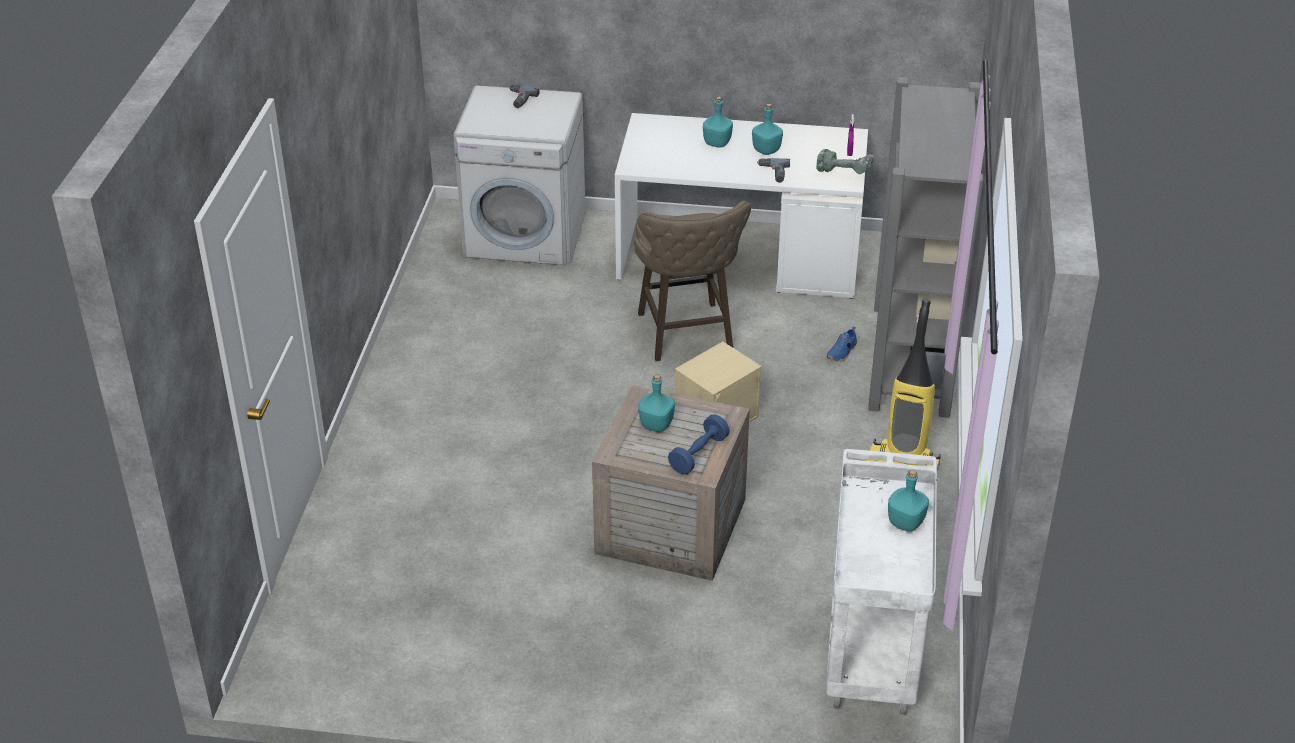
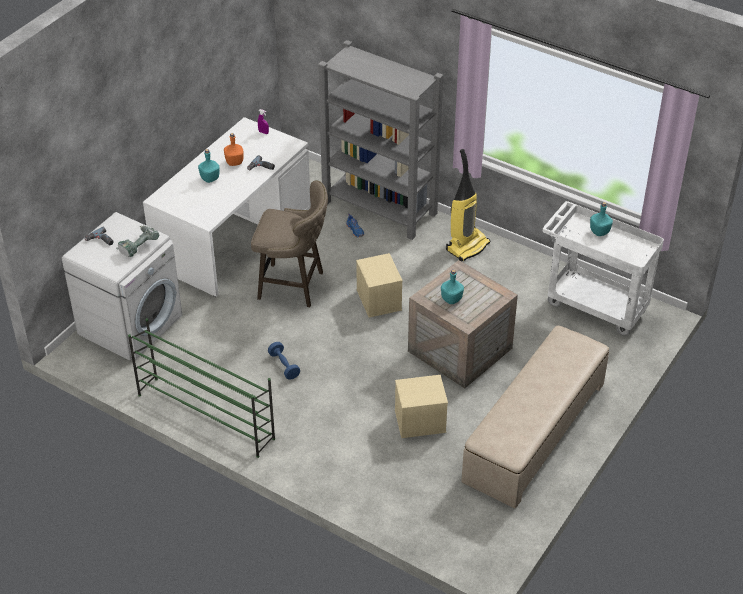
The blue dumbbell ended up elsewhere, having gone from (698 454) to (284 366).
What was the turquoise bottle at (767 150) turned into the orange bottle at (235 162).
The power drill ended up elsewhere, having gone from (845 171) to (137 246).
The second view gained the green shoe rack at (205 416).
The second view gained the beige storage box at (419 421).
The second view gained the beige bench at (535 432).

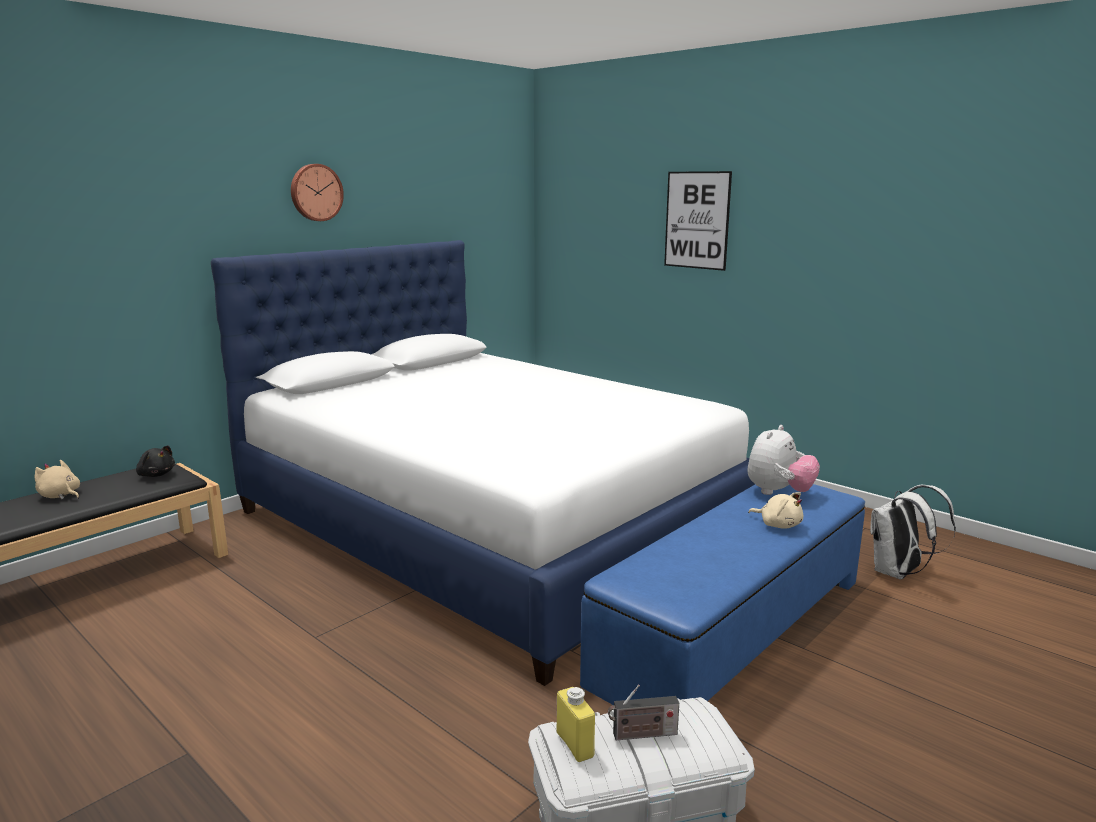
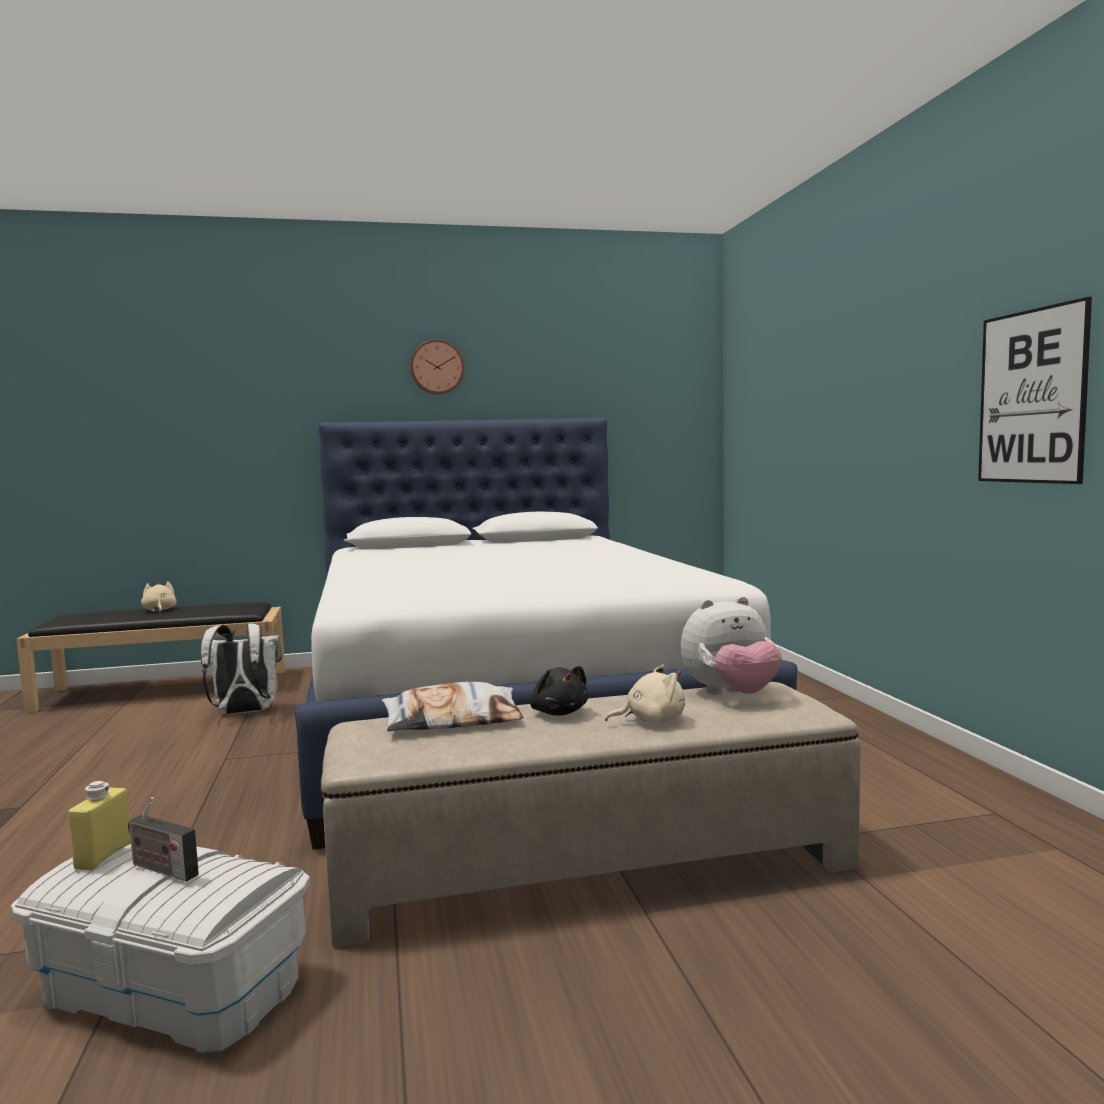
The black plush toy ended up elsewhere, having gone from (156 474) to (558 712).
What was the blue bench at (733 628) turned into the beige bench at (593 864).
The picture ended up elsewhere, having gone from (697 220) to (1031 397).
The beige plush toy at (778 525) ended up facing another way, 90 degrees counterclockwise from before.
The white backpack ended up elsewhere, having gone from (898 573) to (244 713).
The second view gained the pillow at (453 720).

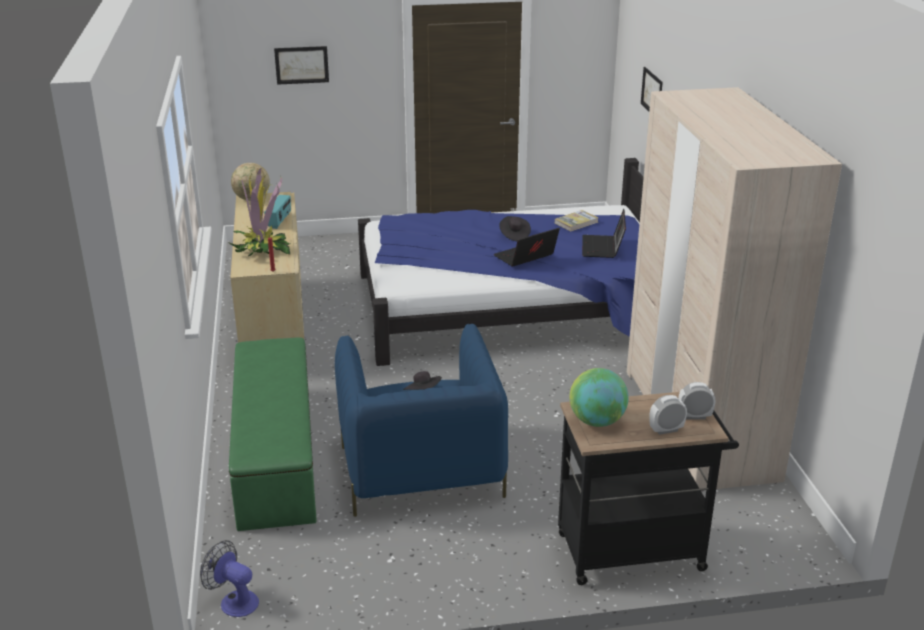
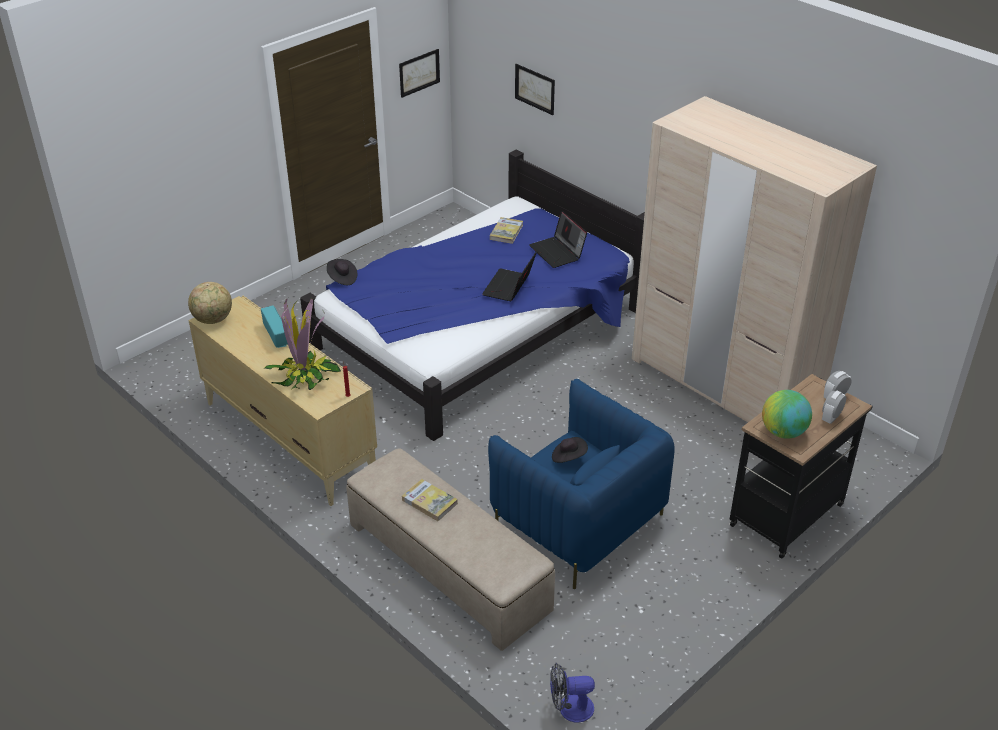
What was the green bench at (275 453) turned into the beige bench at (447 566).
The picture ended up elsewhere, having gone from (301 65) to (419 72).
The black hat ended up elsewhere, having gone from (514 235) to (342 278).
The second view gained the book at (429 502).

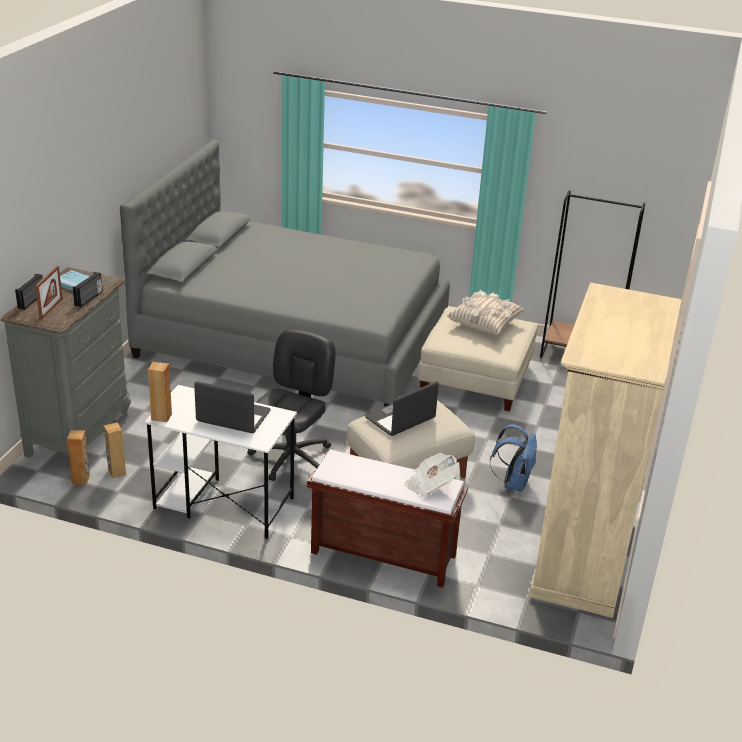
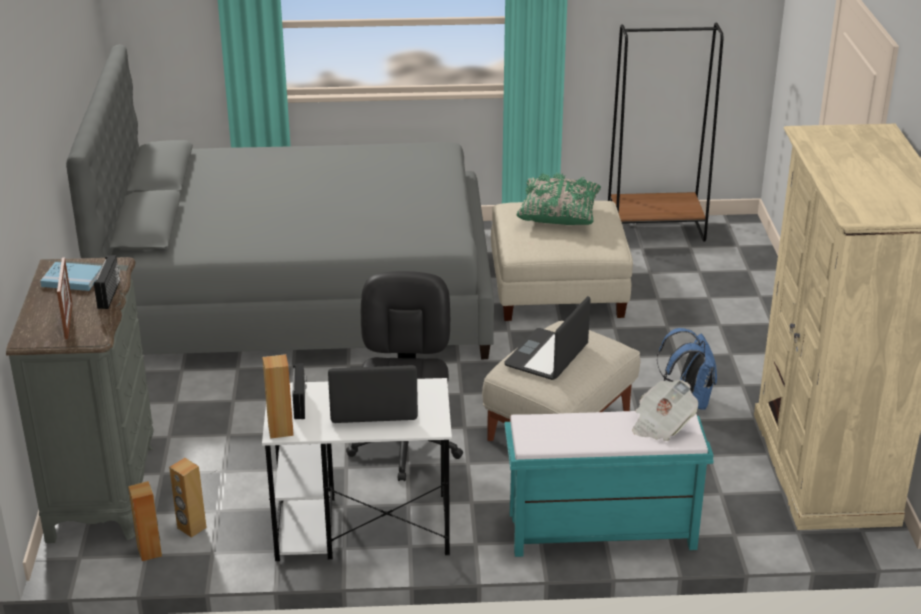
The radio ended up elsewhere, having gone from (32 301) to (301 403).
What was the brown bench at (382 554) turned into the turquoise bench at (600 532).
What was the beige pillow at (484 324) turned into the green pillow at (558 215).

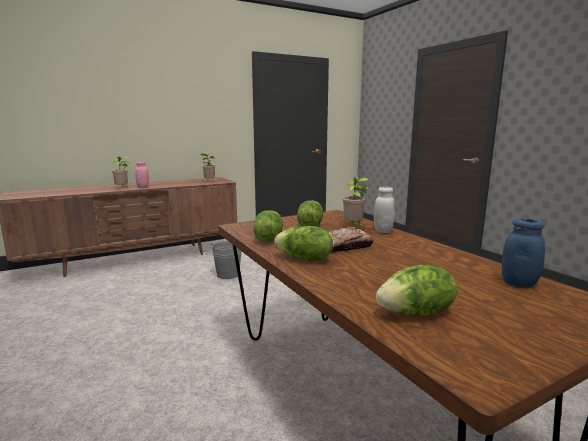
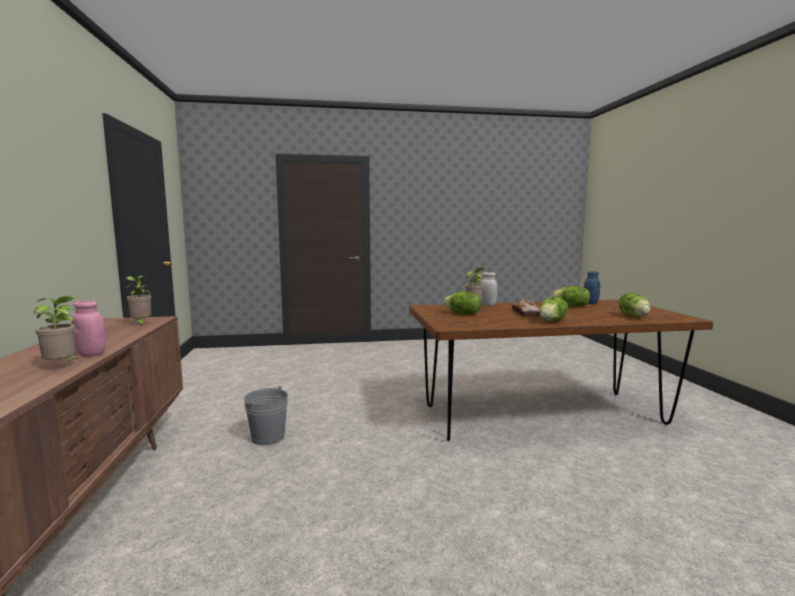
The lettuce ended up elsewhere, having gone from (268 239) to (571 306).

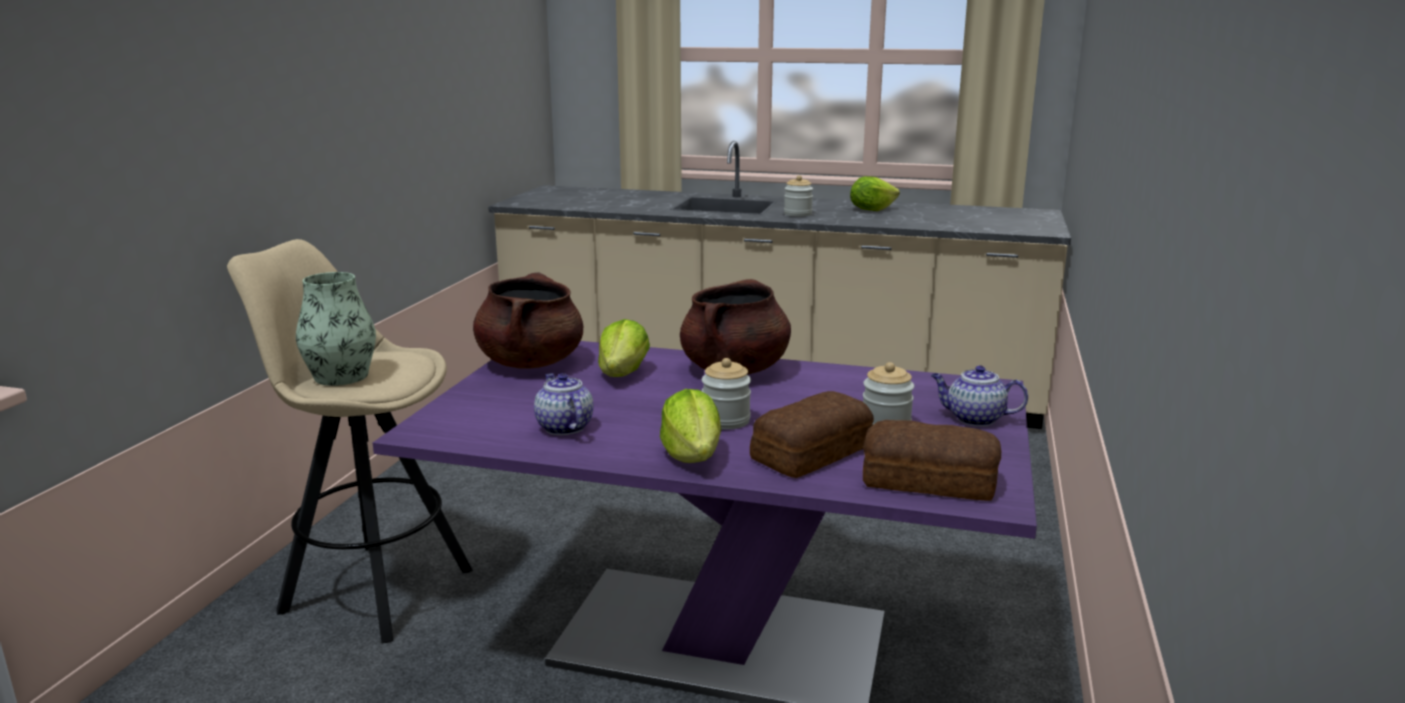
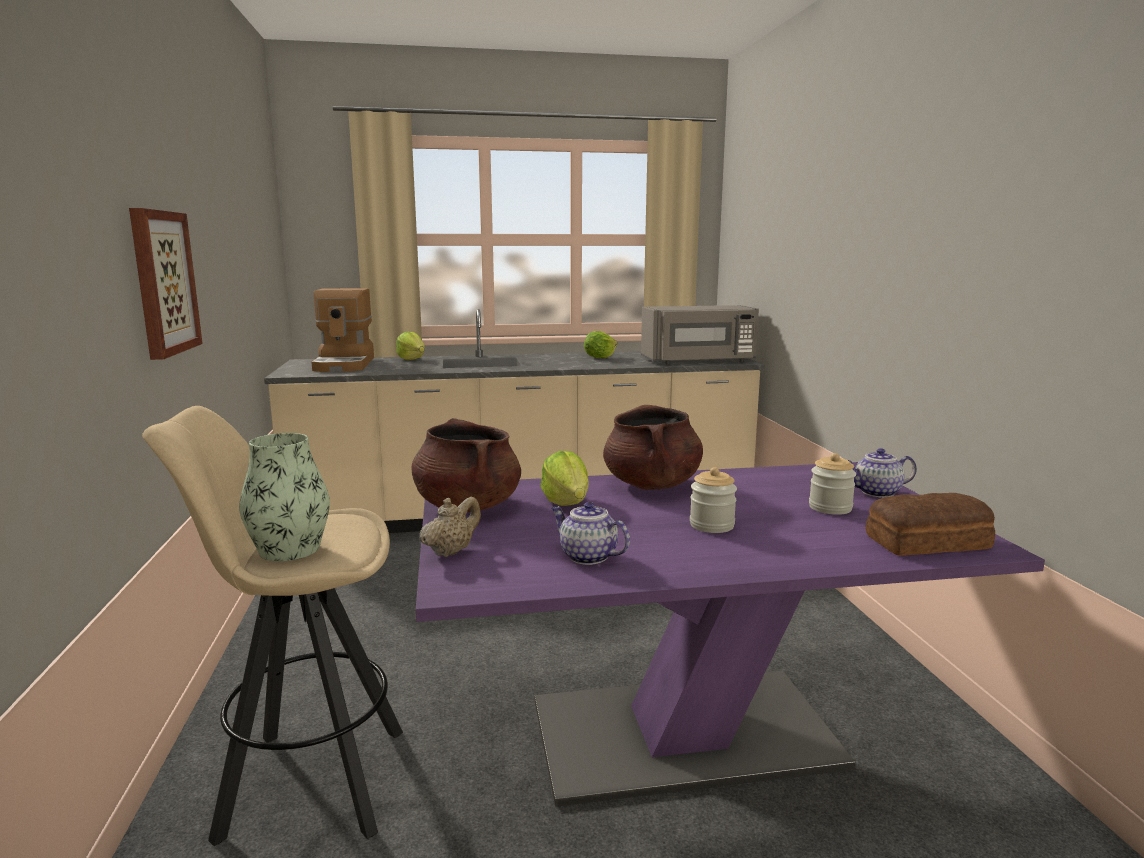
The lettuce ended up elsewhere, having gone from (692 455) to (412 359).
The second view lost the bread at (809 453).
The second view lost the jar at (797 214).
The second view gained the picture at (163 282).
The second view gained the coffee machine at (345 364).
The second view gained the beige teapot at (451 551).
The second view gained the grey microwave at (699 361).

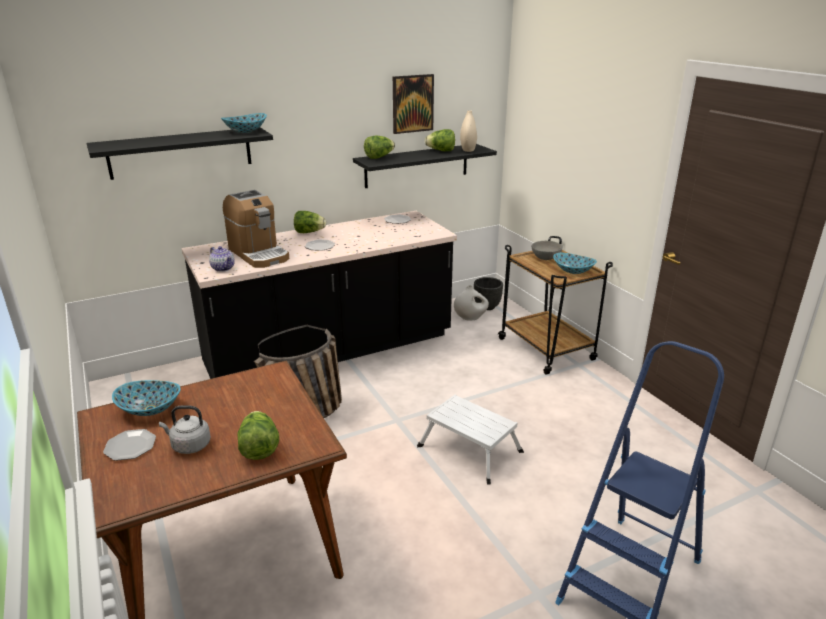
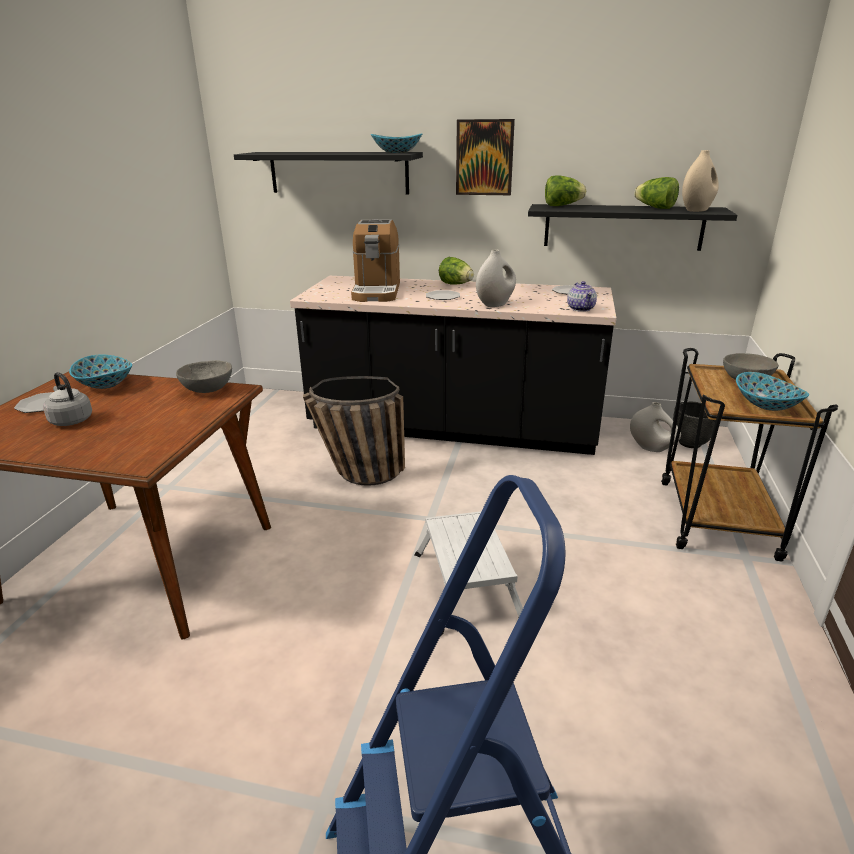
The teapot ended up elsewhere, having gone from (223 268) to (581 308).
The second view lost the lettuce at (259 448).
The picture ended up elsewhere, having gone from (412 103) to (484 157).
The second view gained the grey bowl at (207 390).
The second view gained the white vase at (495 304).

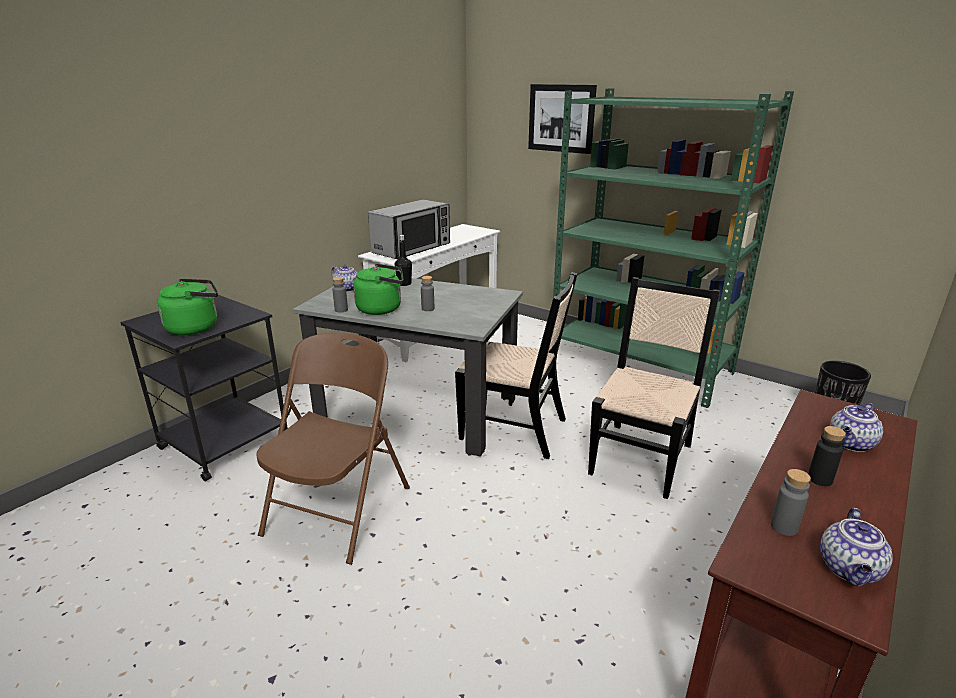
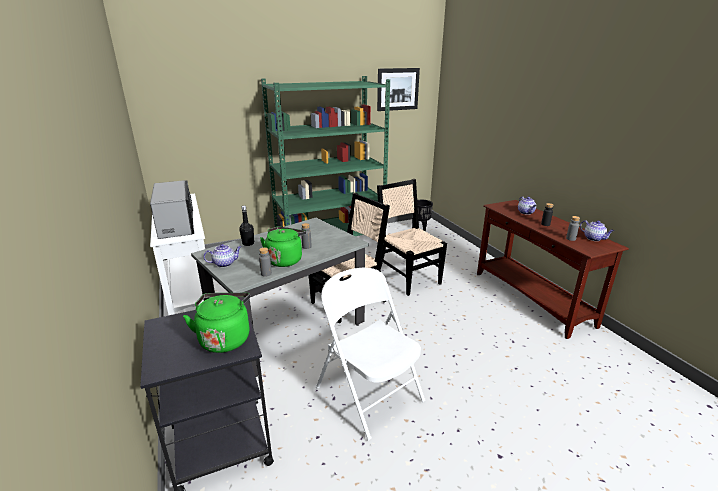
What was the brown chair at (338 510) turned into the white chair at (369 394).
The picture ended up elsewhere, having gone from (561 118) to (398 89).

